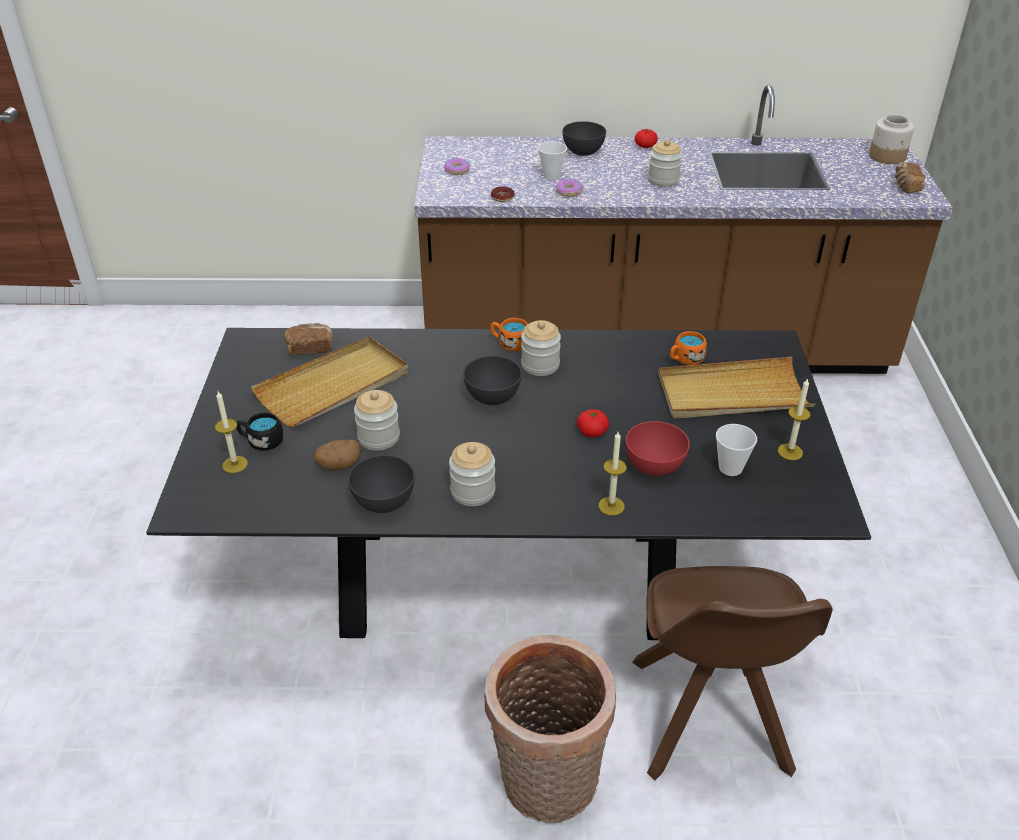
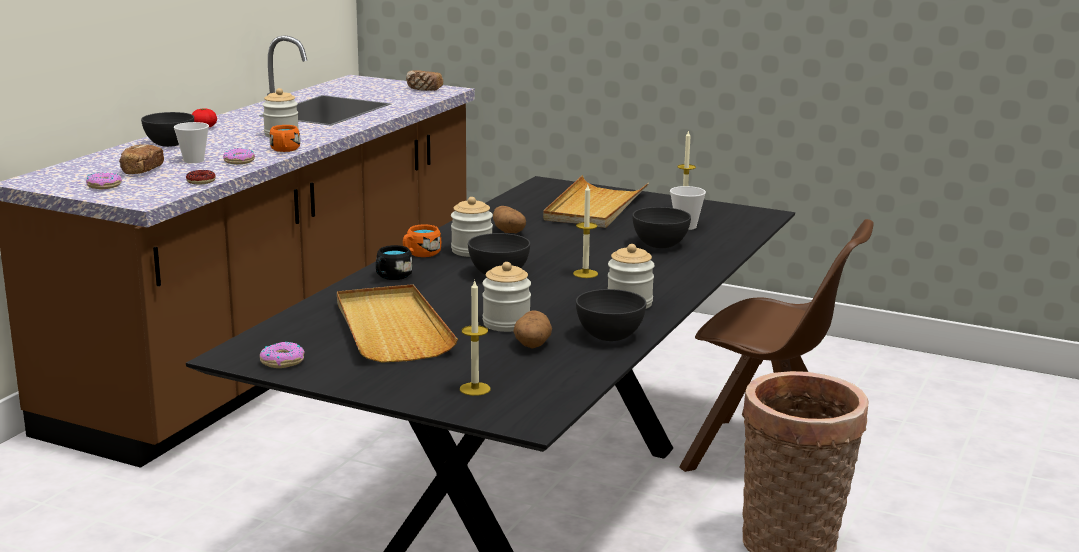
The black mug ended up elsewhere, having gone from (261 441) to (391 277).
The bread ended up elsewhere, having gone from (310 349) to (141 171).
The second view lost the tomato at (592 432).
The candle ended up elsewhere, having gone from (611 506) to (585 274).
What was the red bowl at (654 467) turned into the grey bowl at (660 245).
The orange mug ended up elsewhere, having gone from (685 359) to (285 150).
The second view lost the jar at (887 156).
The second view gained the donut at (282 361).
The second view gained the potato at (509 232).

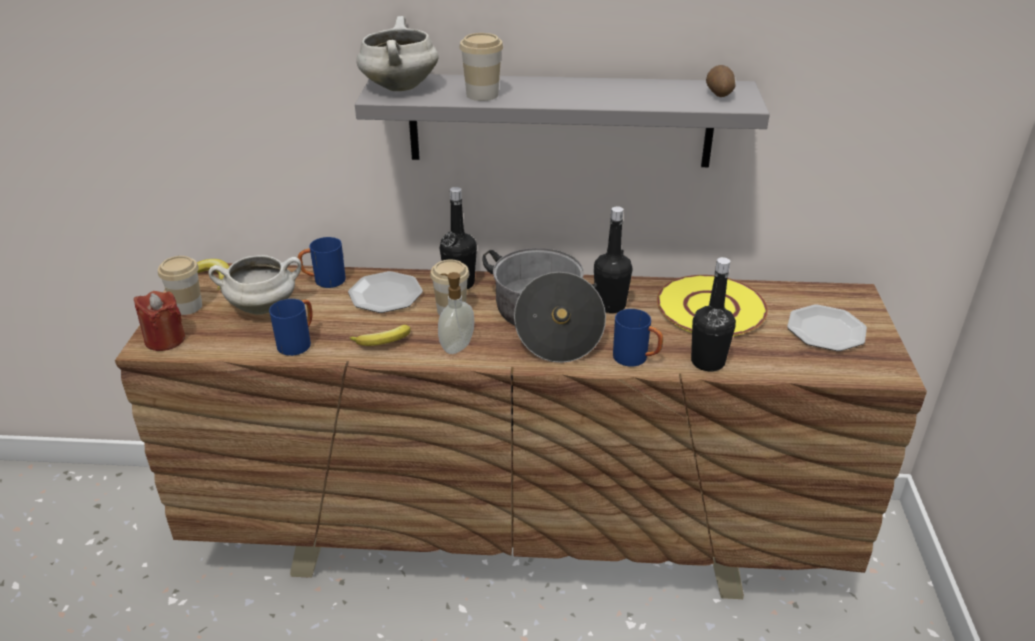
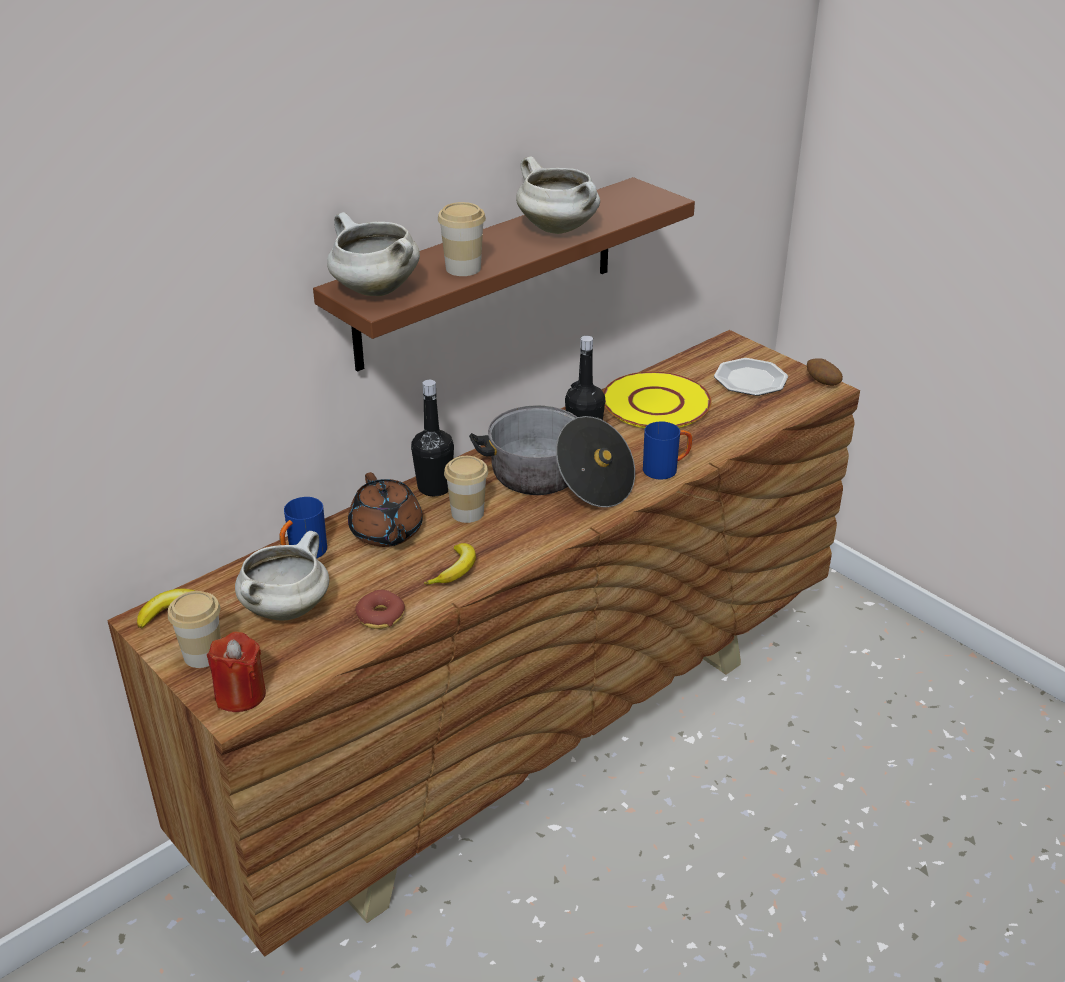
Where the blue mug stood at (298 342), the donut came to stand at (381 616).
Where the plate stood at (386 295), the brown teapot came to stand at (386 533).
What was the grey shelf at (560 120) turned into the brown shelf at (488 273).
The second view lost the soap dispenser at (456 346).
The second view lost the black bottle at (707 362).
The potato ended up elsewhere, having gone from (718 94) to (822 383).
The second view gained the white cooking pot at (559 229).

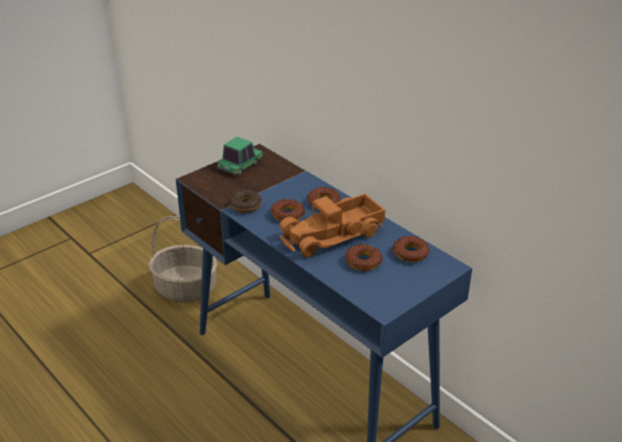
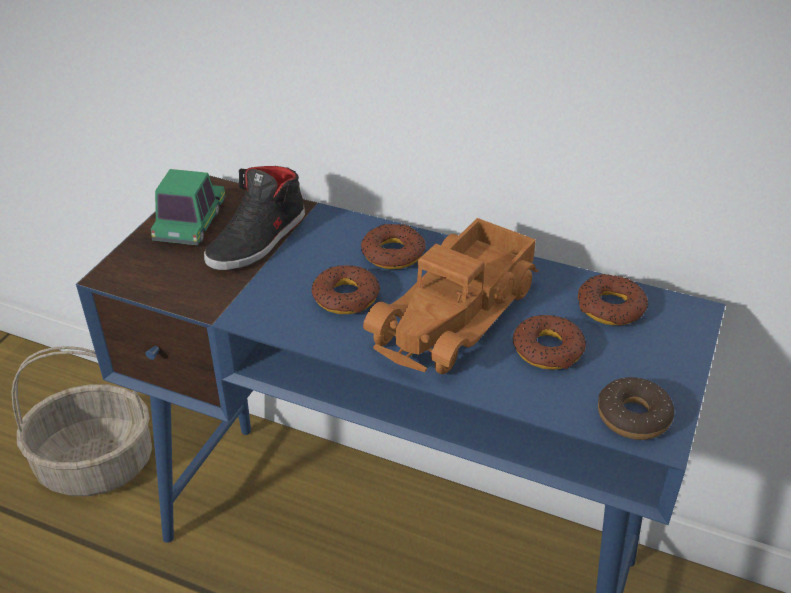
The donut ended up elsewhere, having gone from (245 205) to (633 416).
The second view gained the black shoe at (258 240).

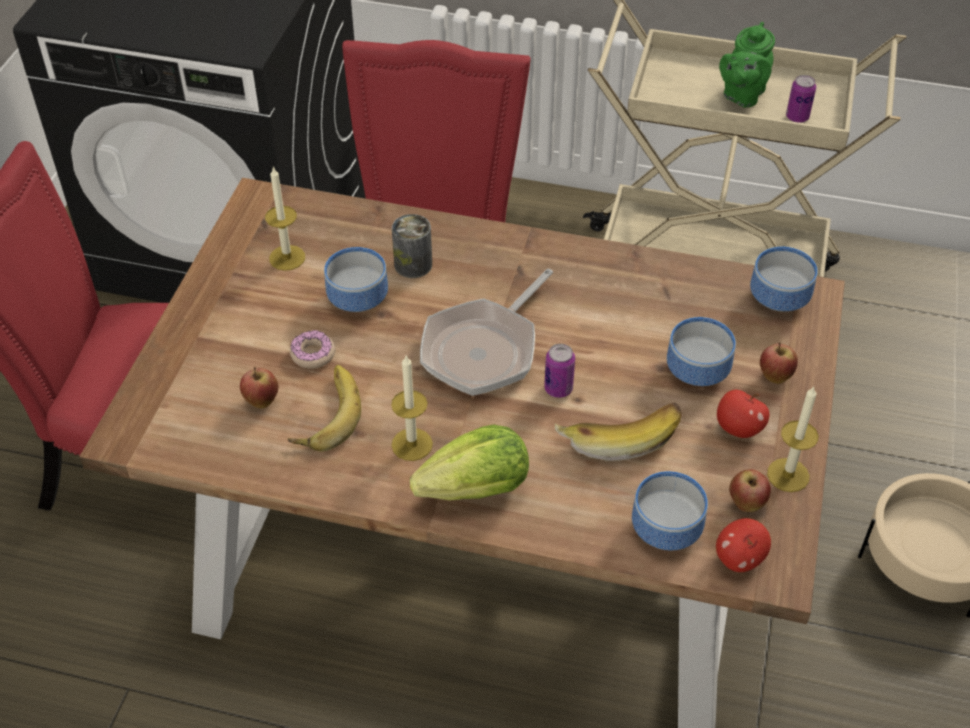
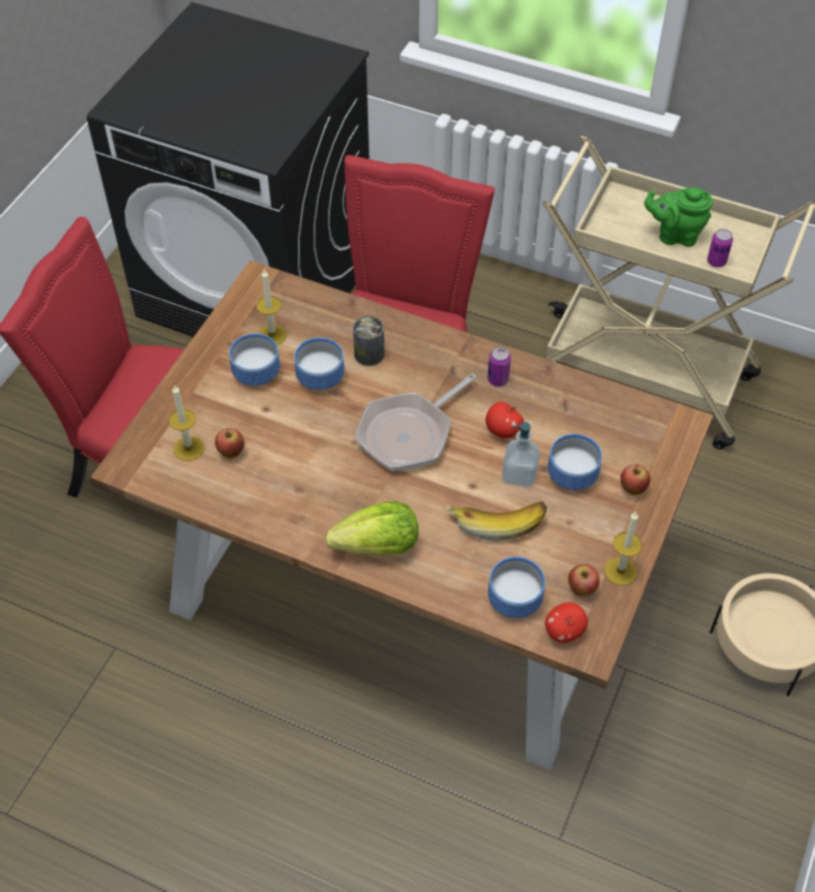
The second view lost the banana at (325 413).
The second view lost the donut at (313 354).
The candle ended up elsewhere, having gone from (412 444) to (188 448).
The can ended up elsewhere, having gone from (558 389) to (498 380).
The apple ended up elsewhere, having gone from (738 428) to (503 431).
The green teapot at (742 95) ended up facing another way, 60 degrees clockwise from before.
The bowl ended up elsewhere, having gone from (777 300) to (255 375).
The second view gained the soap dispenser at (519 474).

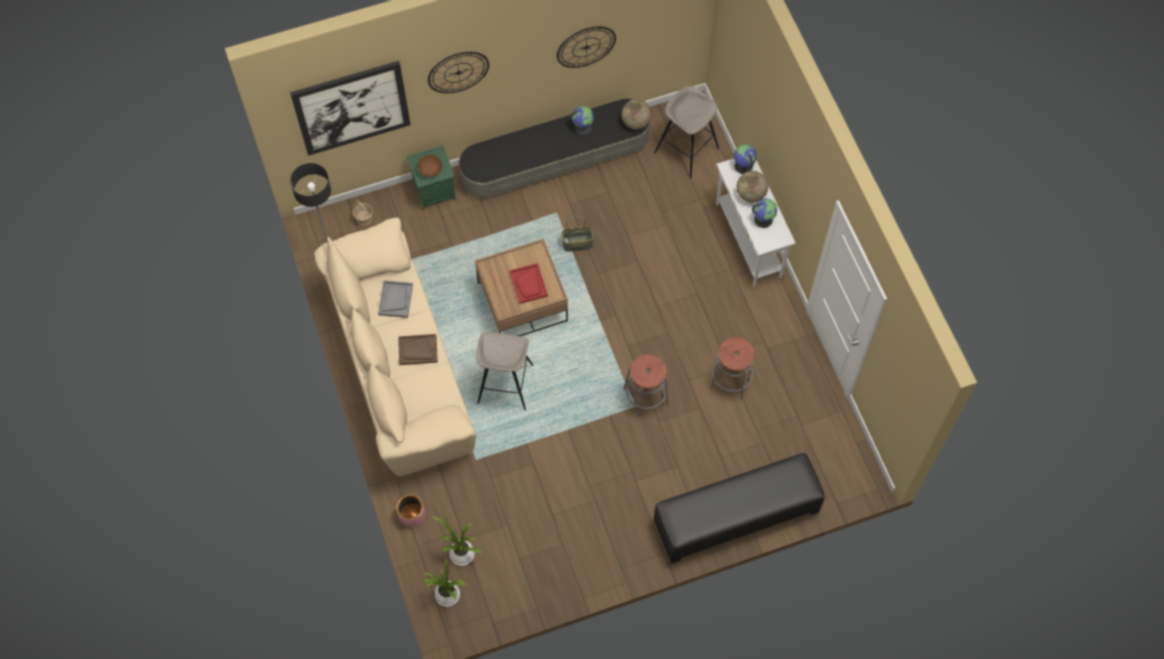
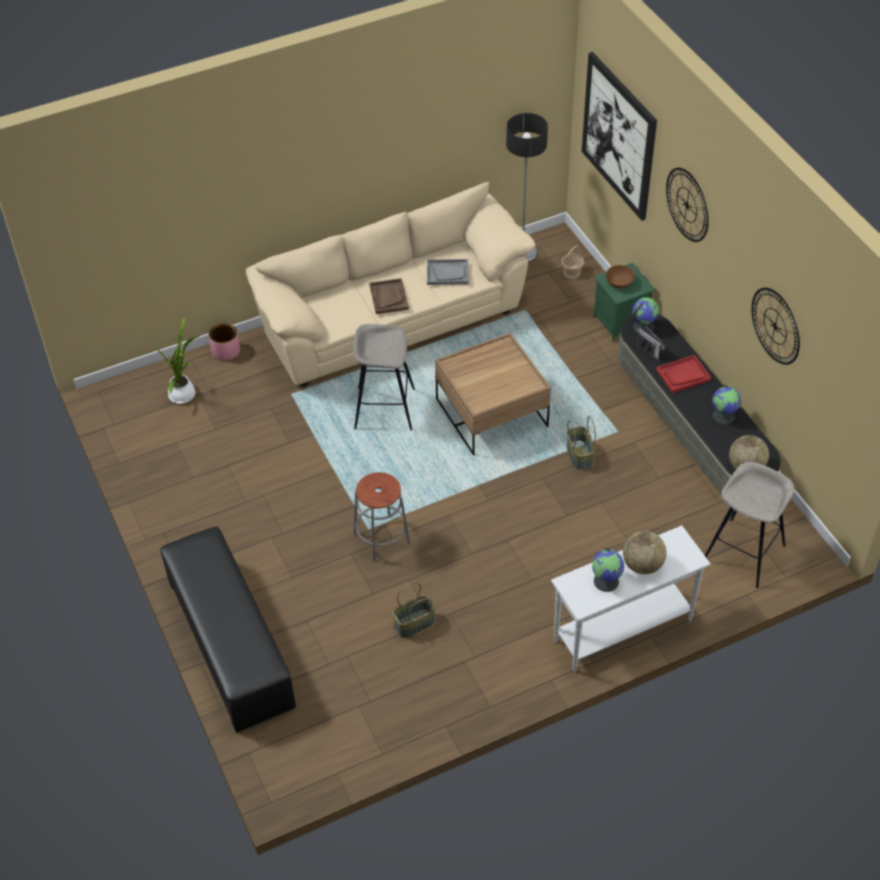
The second view lost the potted plant at (449 596).
The red tray ended up elsewhere, having gone from (528 284) to (683 375).
Where the grey stool stood at (731 380), the basket came to stand at (414 624).
The globe ended up elsewhere, having gone from (743 166) to (643 326).
The second view gained the radio at (650 350).

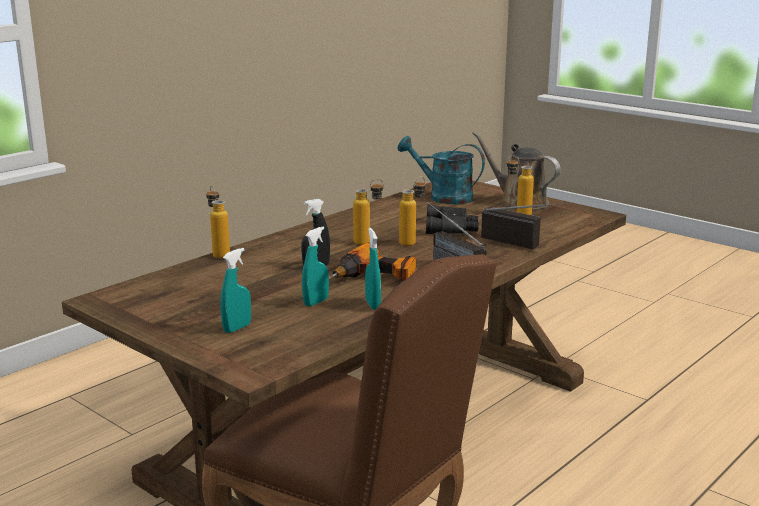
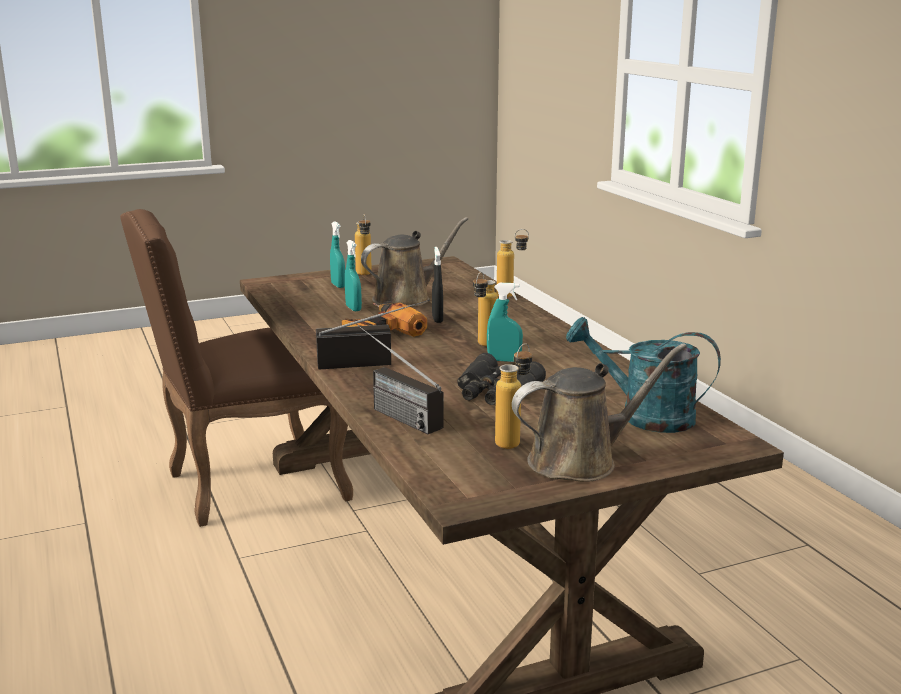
The turquoise spray bottle ended up elsewhere, having gone from (373 304) to (504 360).
The turquoise watering can at (443 197) ended up facing another way, 120 degrees counterclockwise from before.
The bottle ended up elsewhere, having gone from (412 242) to (364 275).
The radio at (524 244) ended up facing another way, 75 degrees clockwise from before.
The second view gained the brown watering can at (406 298).

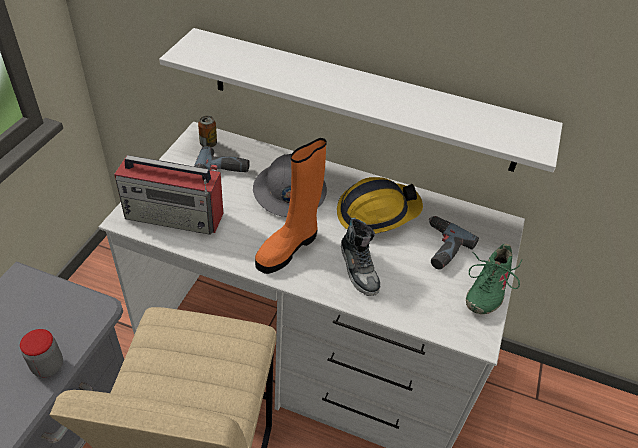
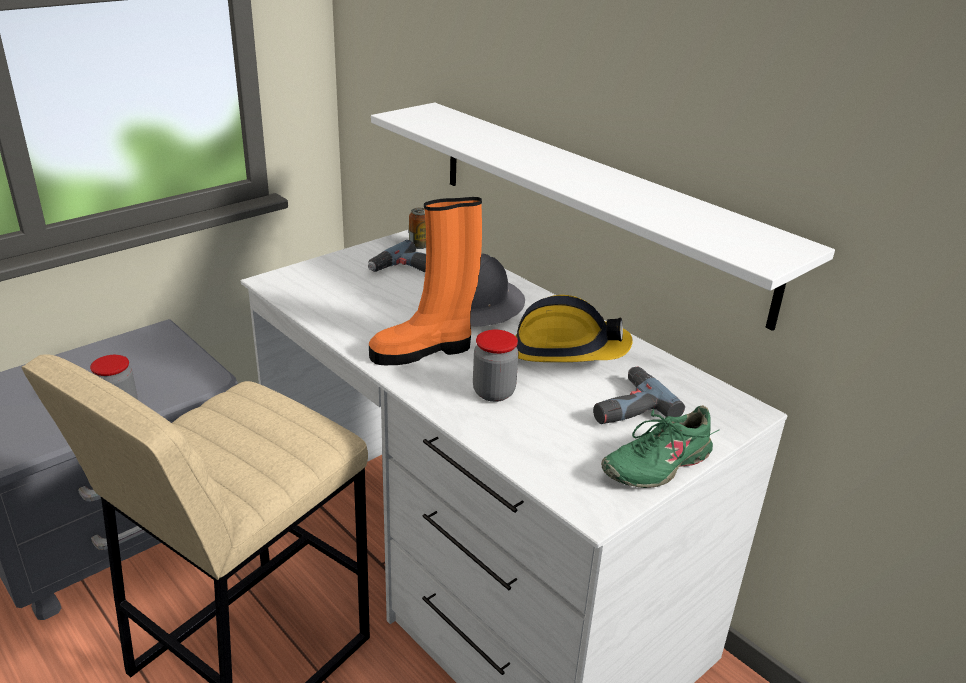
The second view lost the radio at (175 215).
Where the shoe stood at (359 268), the jar came to stand at (493 392).

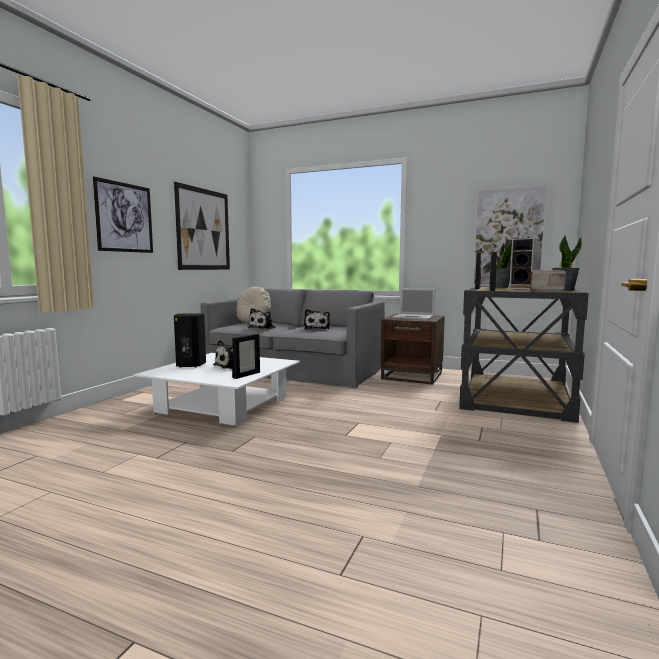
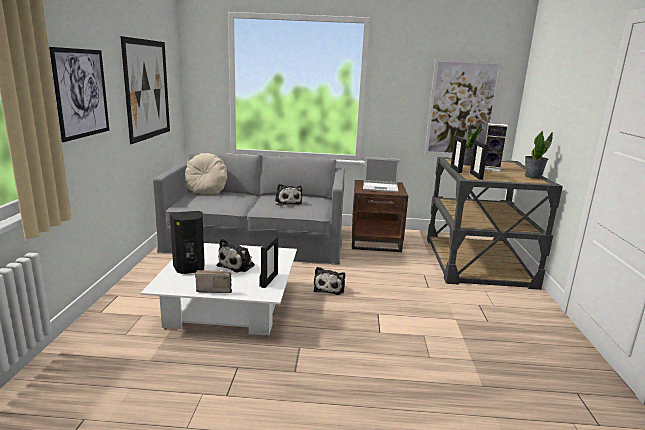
The plush toy ended up elsewhere, having gone from (263 327) to (329 288).
The radio ended up elsewhere, having gone from (545 291) to (214 289).

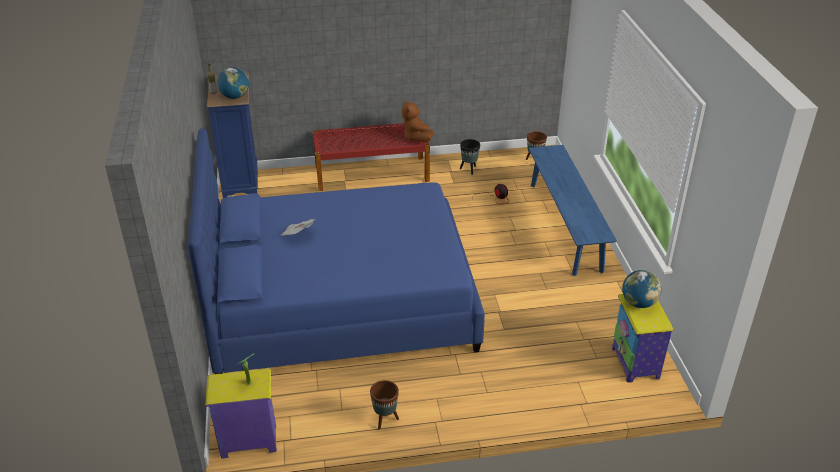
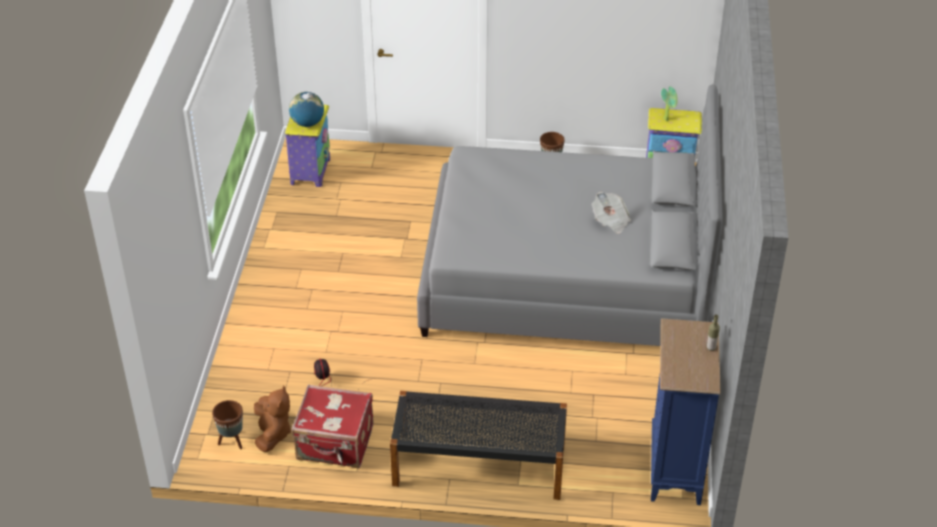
What was the blue bed at (341 302) turned into the grey bed at (566 277).
The second view lost the globe at (234 97).
What was the red bench at (371 173) turned into the black bench at (479 466).
The brown plush toy ended up elsewhere, having gone from (416 137) to (272 434).
Where the black planter stood at (469 170), the red suitcase came to stand at (335 444).
The second view lost the blue bench at (565 226).

